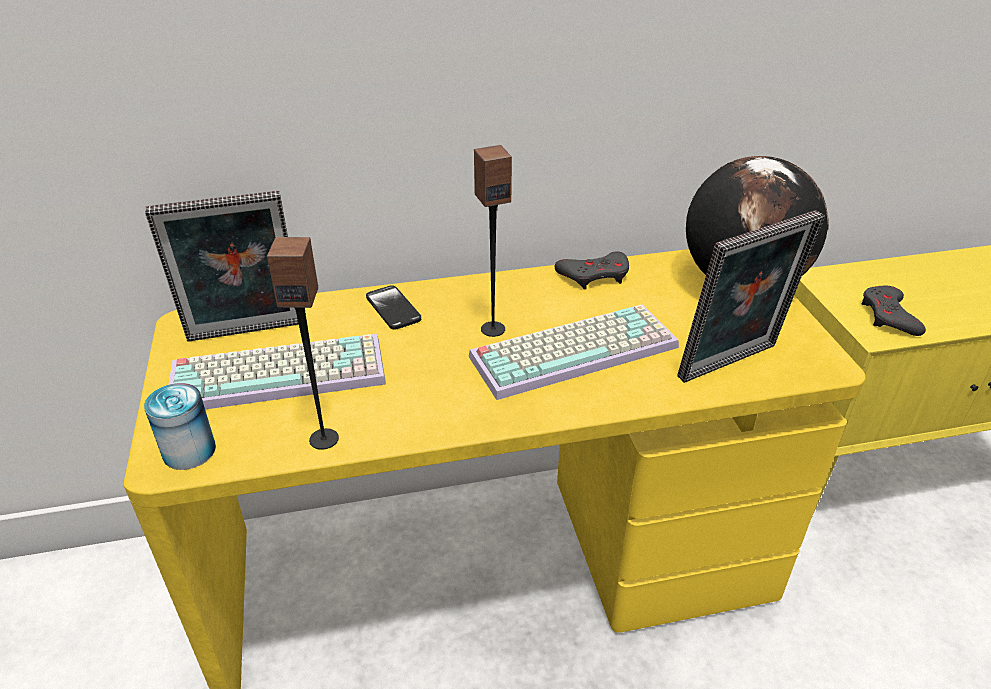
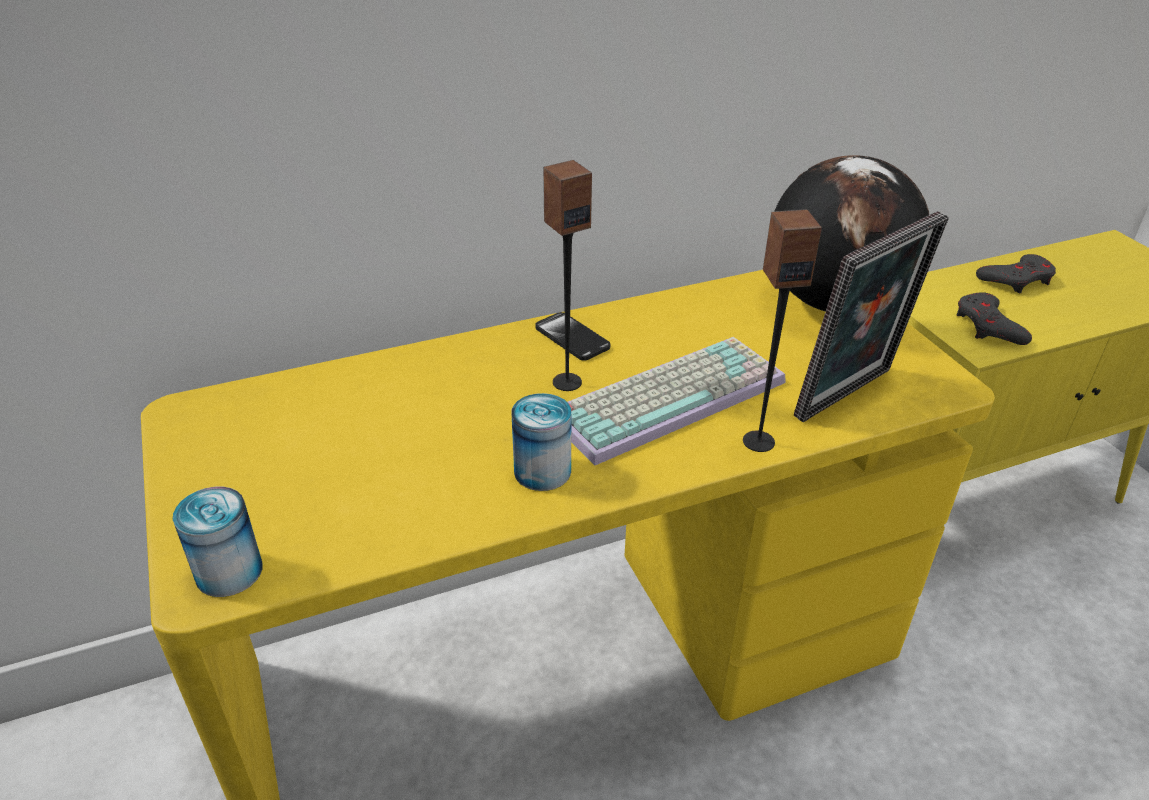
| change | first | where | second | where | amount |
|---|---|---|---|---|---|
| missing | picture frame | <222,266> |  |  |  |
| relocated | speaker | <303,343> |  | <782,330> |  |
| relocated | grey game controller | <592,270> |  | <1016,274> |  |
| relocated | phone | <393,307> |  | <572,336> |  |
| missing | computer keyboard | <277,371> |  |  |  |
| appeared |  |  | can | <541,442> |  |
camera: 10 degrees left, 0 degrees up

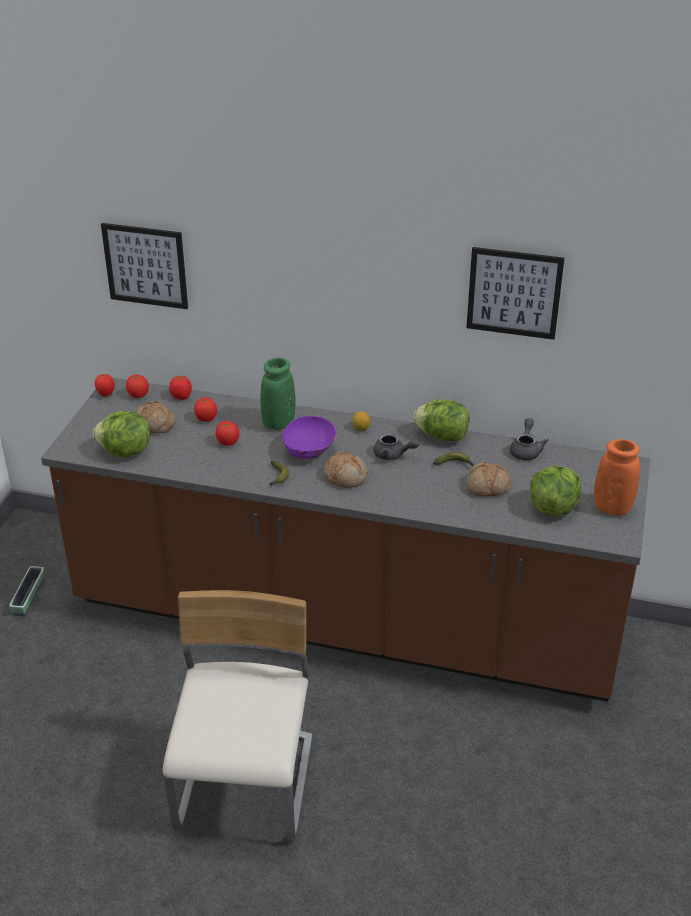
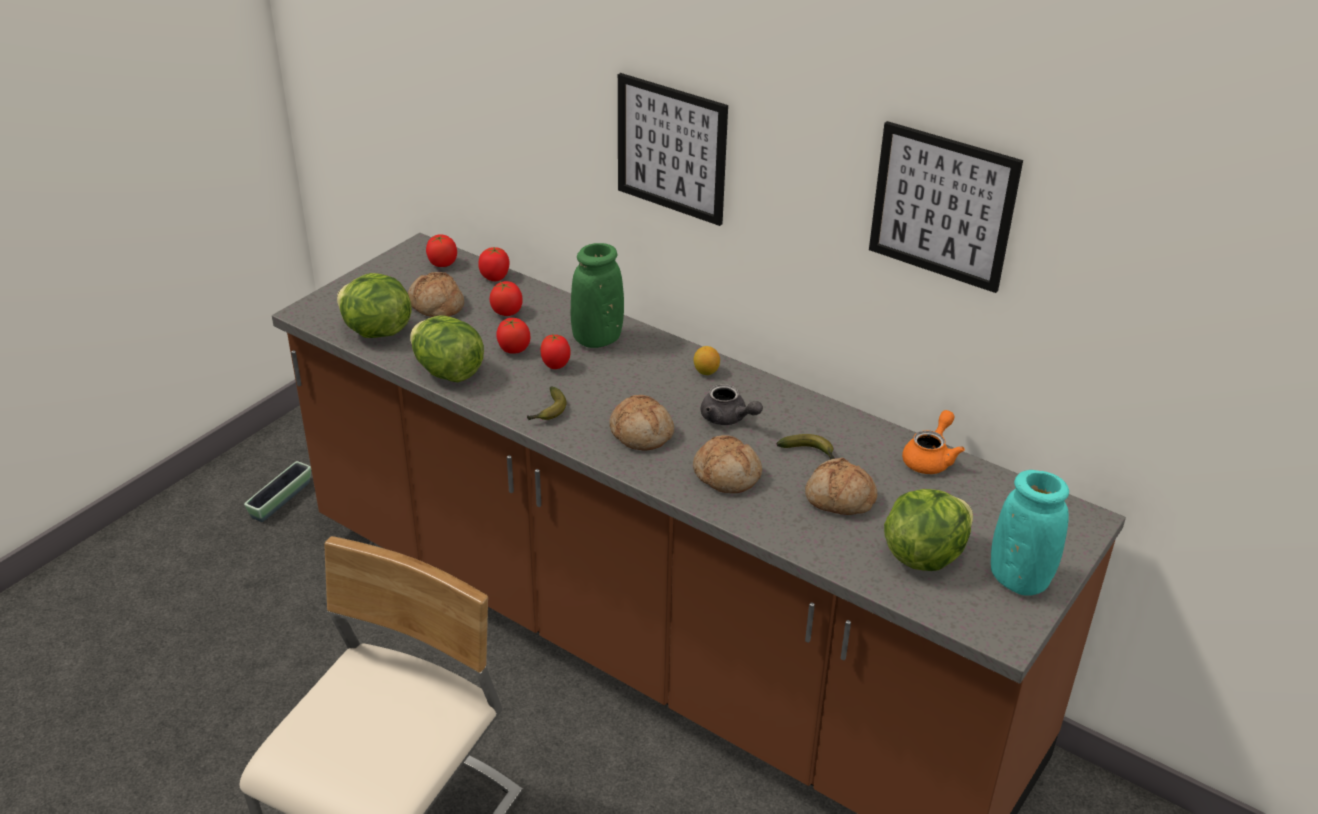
| change | first | where | second | where | amount |
|---|---|---|---|---|---|
| relocated | wall picture | <144,266> |  | <673,149> |  |
| relocated | fresh tomato | <105,385> |  | <556,351> |  |
| relocated | lettuce head | <441,420> |  | <447,348> |  |
| missing | purple-coloured serving bowl | <309,437> |  |  |  |
| colour | grey pot for tea | <529,439> | orange pot for tea | <933,442> |  |
| colour | orange flower vase | <617,477> | blue-green flower vase | <1030,533> |  |
| appeared |  |  | baked bread | <727,464> |  |
camera: 20 degrees right, 0 degrees up

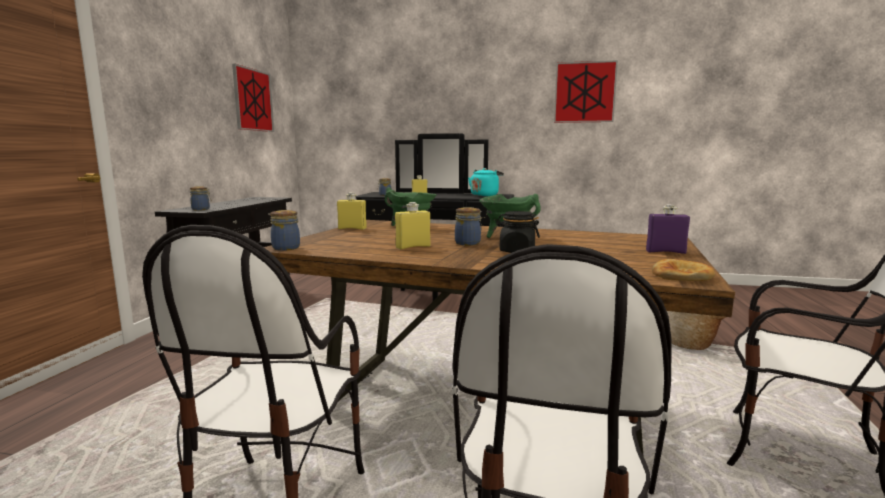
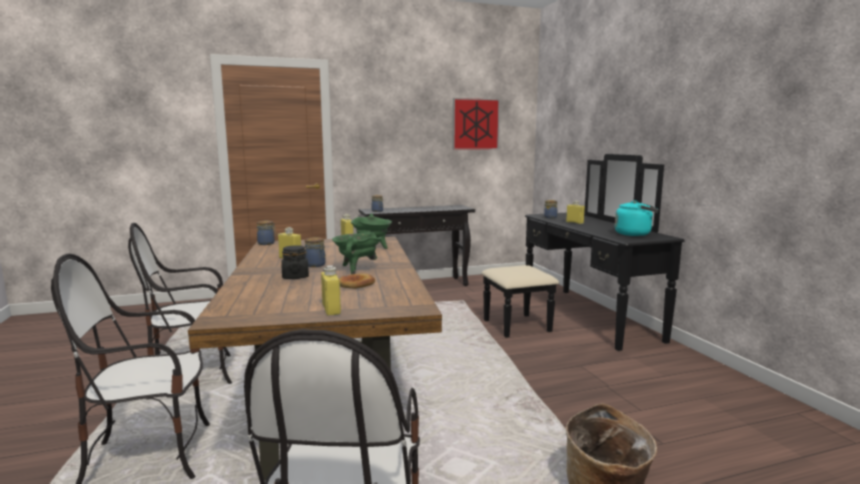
| change | first | where | second | where | amount |
|---|---|---|---|---|---|
| missing | wall picture | <586,91> |  |  |  |
| colour | purple-coloured bottle | <668,229> | yellowish bottle | <331,290> |  |
| relocated | baked bread | <683,270> |  | <357,281> |  |
camera: 60 degrees right, 0 degrees up

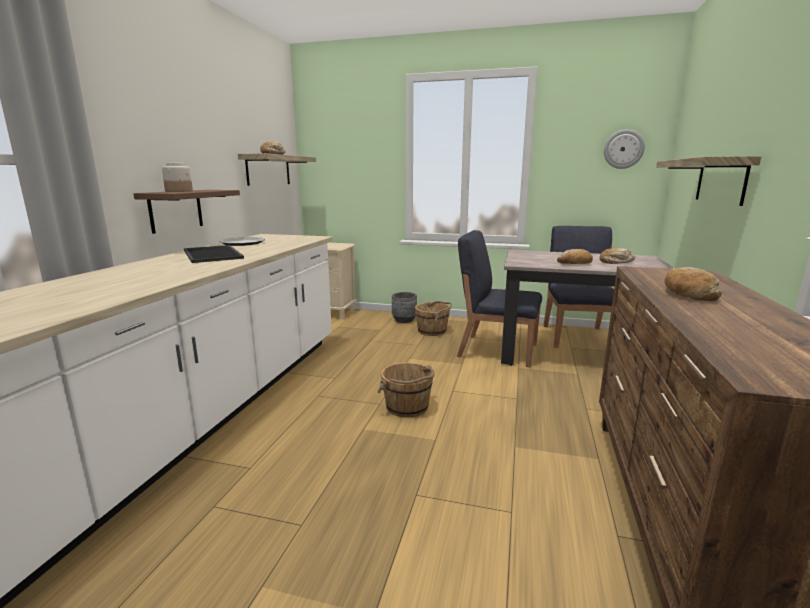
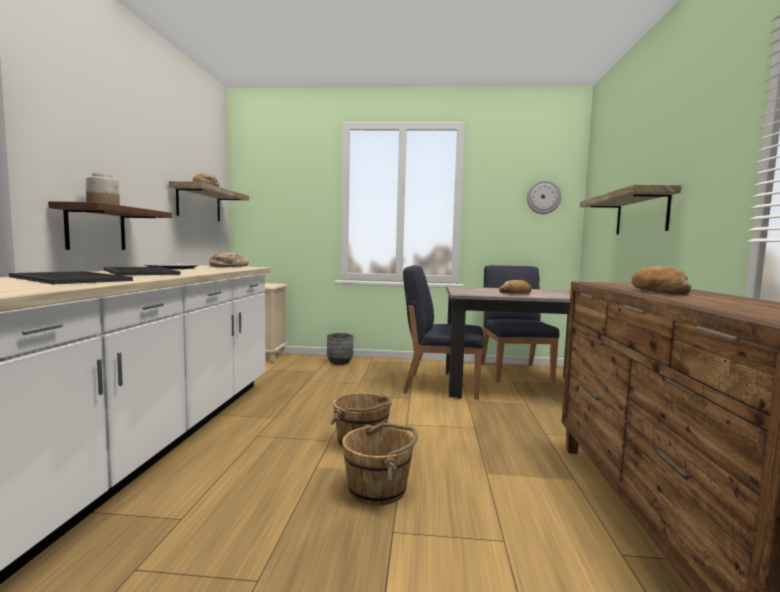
| change | first | where | second | where | amount |
|---|---|---|---|---|---|
| relocated | baked bread | <617,256> |  | <229,259> |  |
| relocated | brown-coloured pail | <433,318> |  | <380,464> |  |
| appeared |  |  | serving tray | <71,277> |  |
camera: 10 degrees left, 10 degrees down

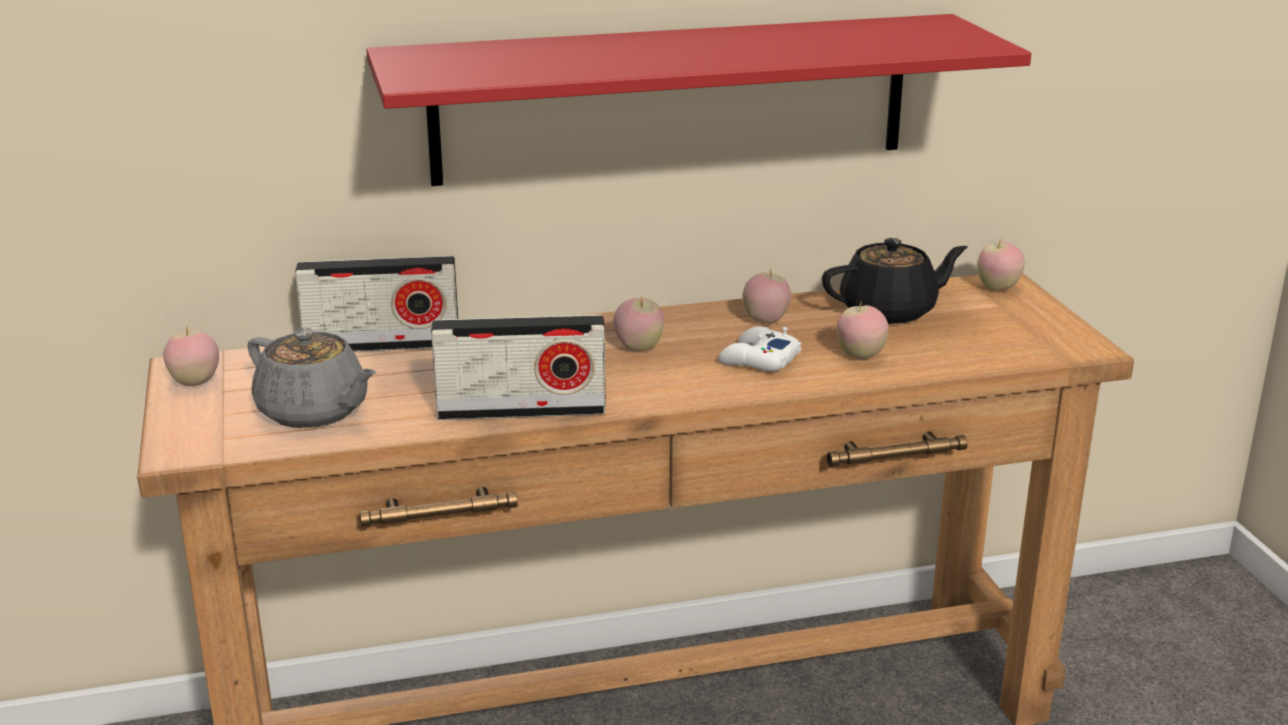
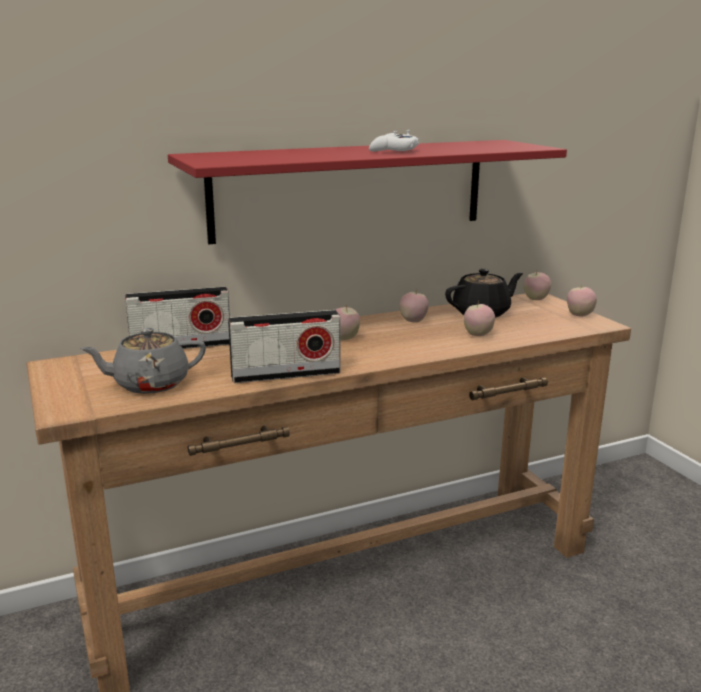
| change | first | where | second | where | amount |
|---|---|---|---|---|---|
| relocated | whitish game controller | <760,348> |  | <394,141> |  |
| relocated | apple | <191,356> |  | <582,300> |  |
| spun | grey pot for tea | <311,378> |  | <143,361> | 135 degrees clockwise |
camera: 10 degrees left, 5 degrees down

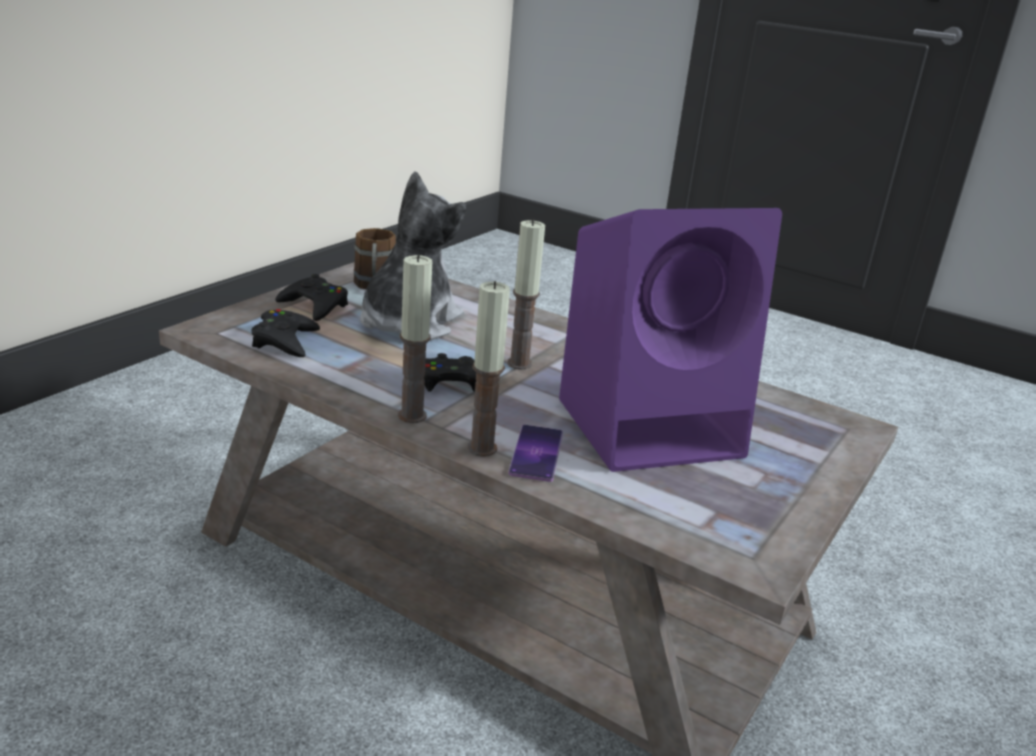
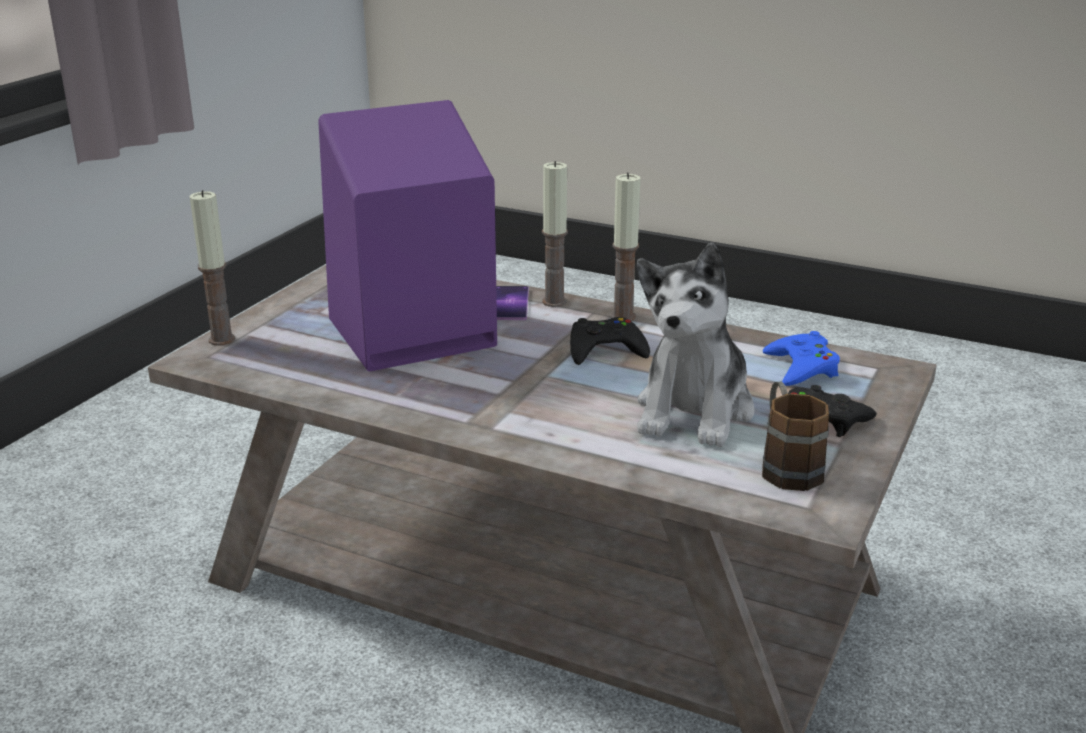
| change | first | where | second | where | amount |
|---|---|---|---|---|---|
| relocated | candle | <526,294> |  | <212,268> |  |
| colour | black game controller | <286,333> | blue-coloured game controller | <801,358> |  |
camera: 175 degrees right, 0 degrees up

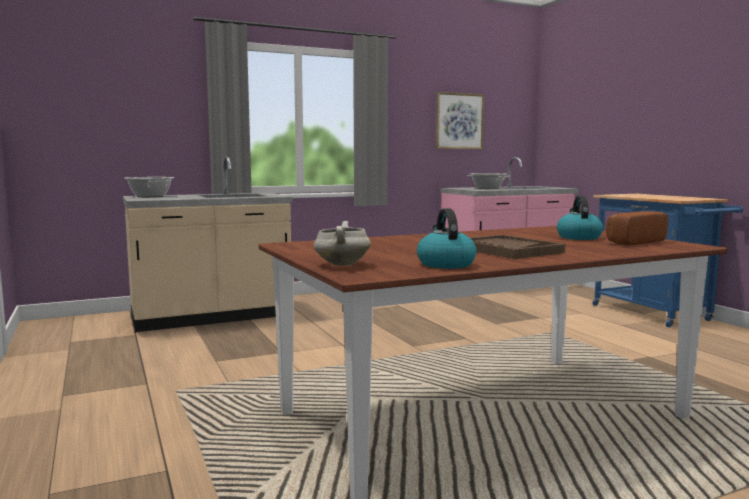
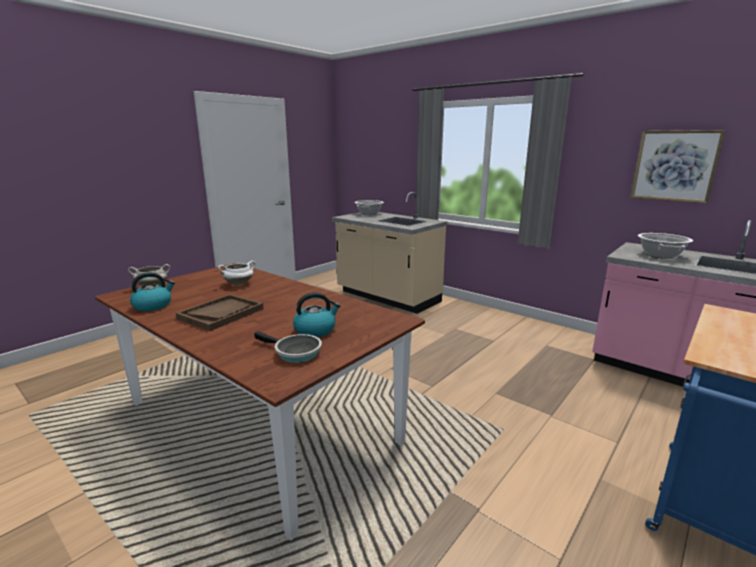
| change | first | where | second | where | amount |
|---|---|---|---|---|---|
| exchanged | baked bread | <637,228> | pan | <288,347> |  |
| appeared |  |  | whitish cooking pot | <236,273> |  |
camera: 65 degrees right, 10 degrees up

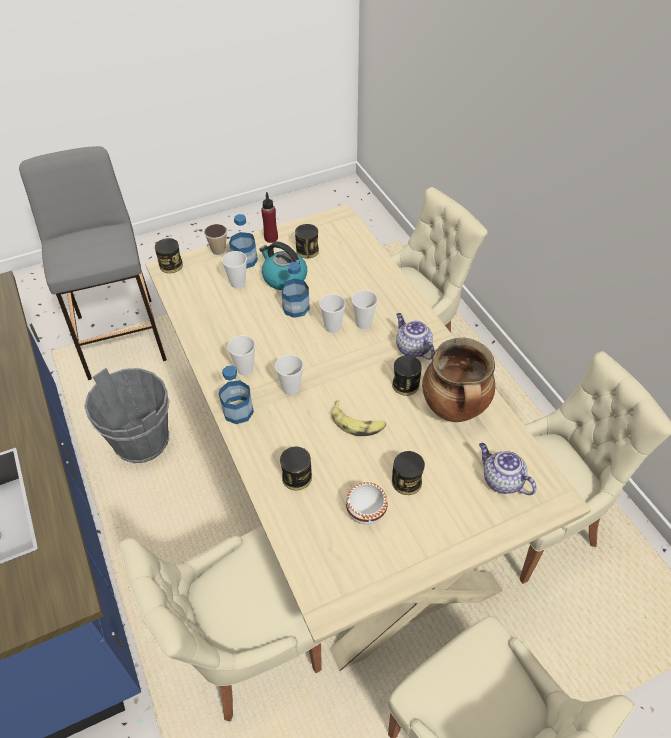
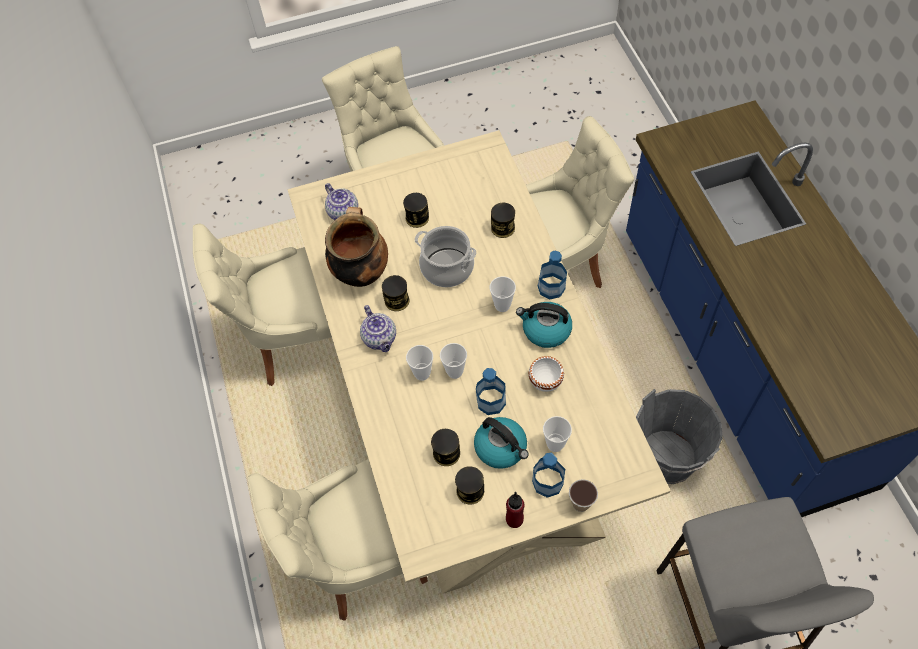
| change | first | where | second | where | amount |
|---|---|---|---|---|---|
| relocated | can | <169,255> |  | <445,447> |  |
| exchanged | cup | <241,355> | kettle | <544,325> |  |
| exchanged | banana fruit | <358,418> | cooking pot | <445,256> |  |
| relocated | whitish serving bowl | <367,503> |  | <546,374> |  |
camera: 170 degrees left, 10 degrees up

